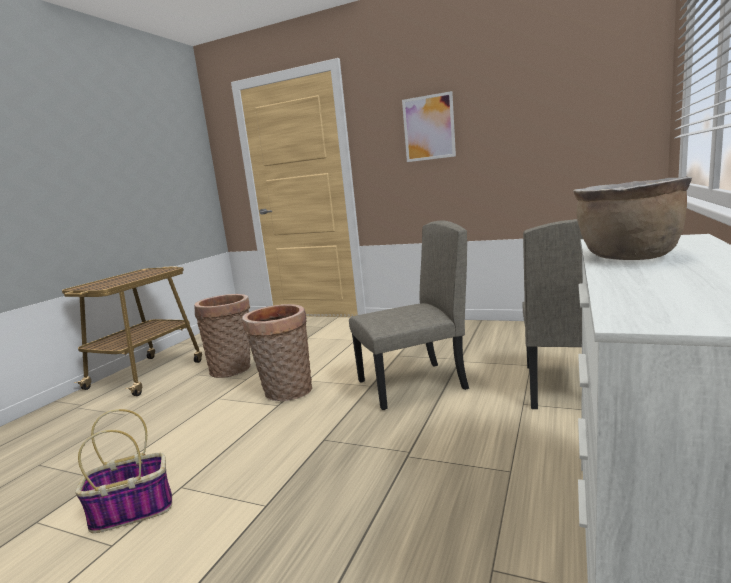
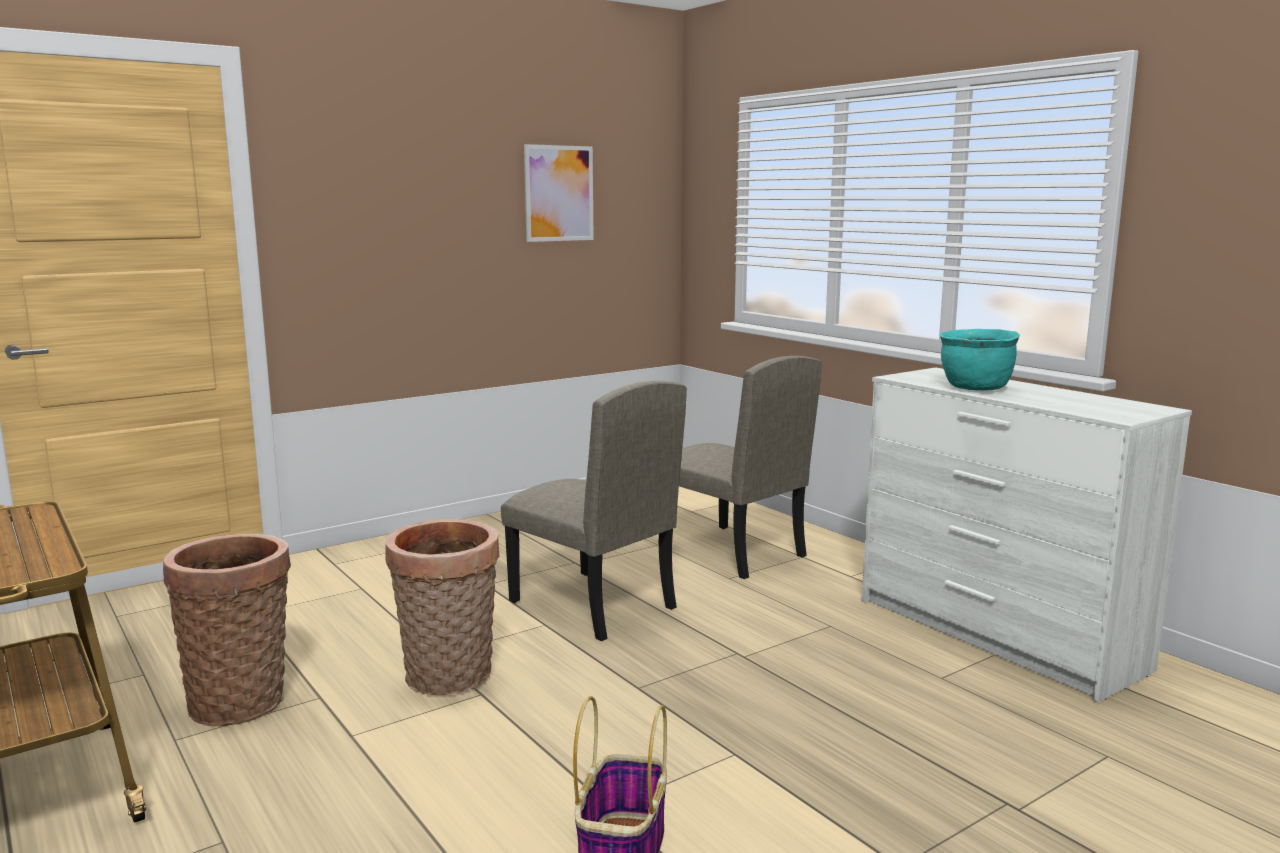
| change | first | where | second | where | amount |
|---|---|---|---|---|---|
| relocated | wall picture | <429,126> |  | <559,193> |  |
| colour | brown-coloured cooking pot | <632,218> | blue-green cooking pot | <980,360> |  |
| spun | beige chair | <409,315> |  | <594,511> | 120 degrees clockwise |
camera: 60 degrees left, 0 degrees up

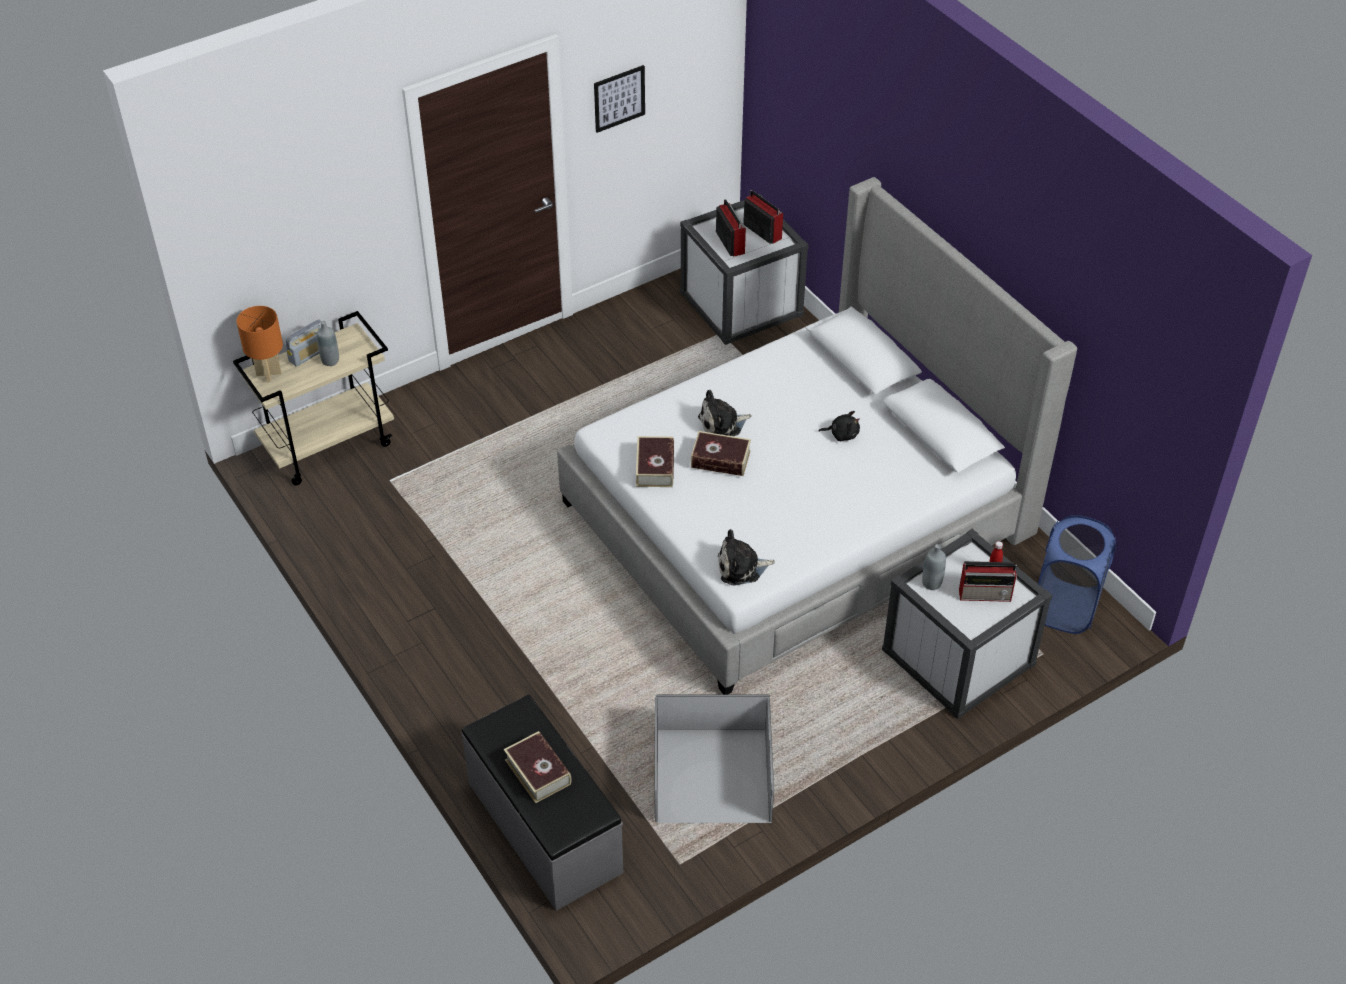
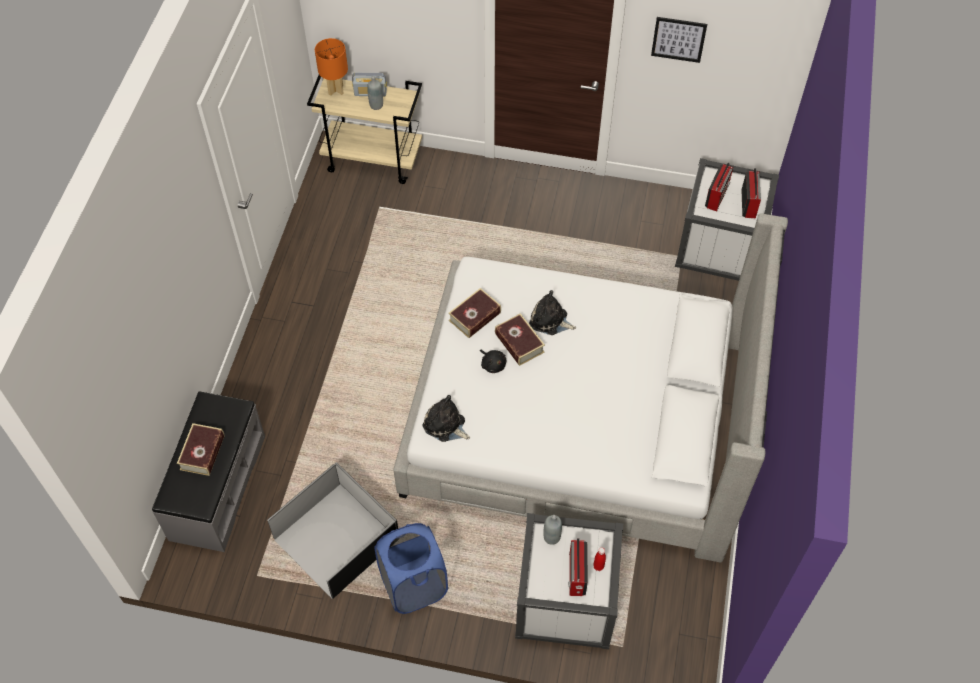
| change | first | where | second | where | amount |
|---|---|---|---|---|---|
| relocated | black plush toy | <839,426> |  | <493,361> |  |
| relocated | blue-coloured laundry basket | <1077,574> |  | <411,568> |  |
| spun | radio | <988,581> |  | <578,567> | 45 degrees clockwise |
camera: 45 degrees right, 10 degrees up

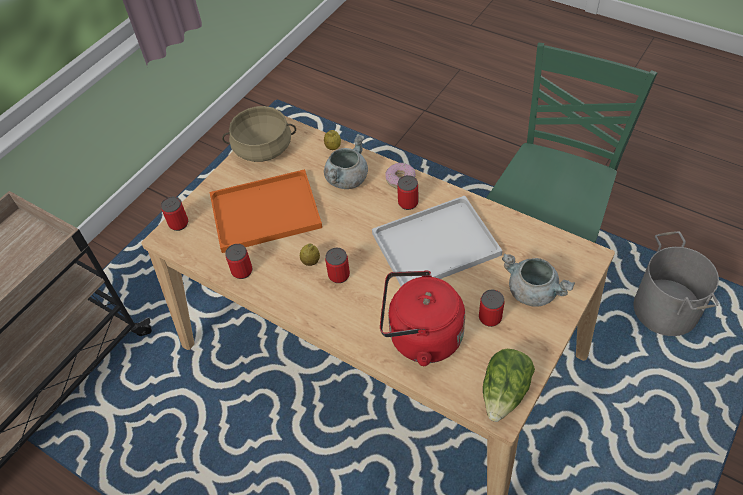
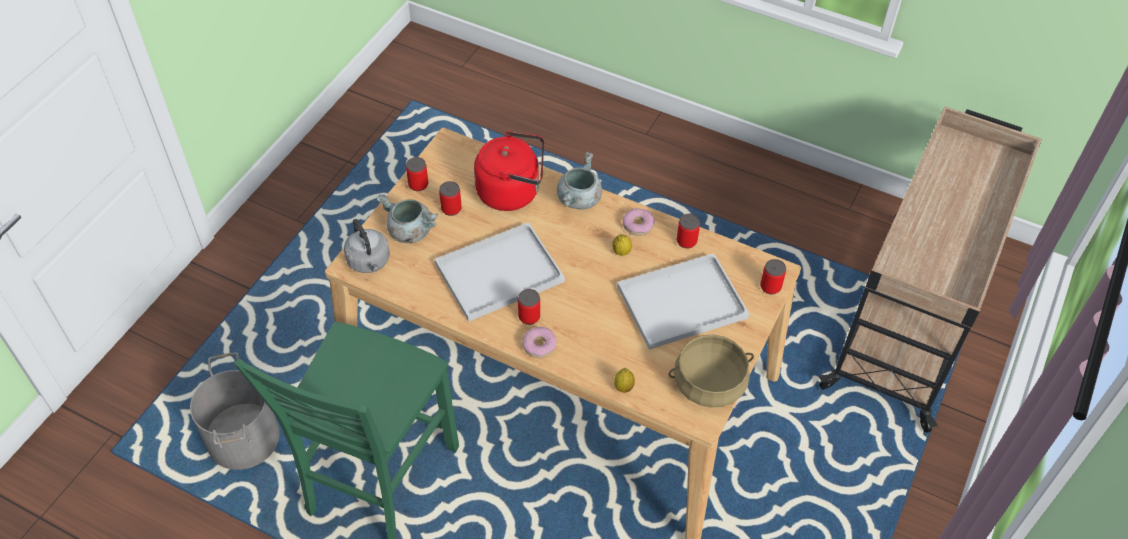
| change | first | where | second | where | amount |
|---|---|---|---|---|---|
| relocated | grey cooking pot | <346,161> |  | <579,181> |  |
| colour | orange serving tray | <266,211> | whitish serving tray | <683,301> |  |
| relocated | can | <337,265> |  | <417,174> |  |
| missing | lettuce head | <509,385> |  |  |  |
| appeared |  |  | donut | <638,222> |  |
| appeared |  |  | grey kettle | <367,246> |  |
camera: 170 degrees right, 0 degrees up

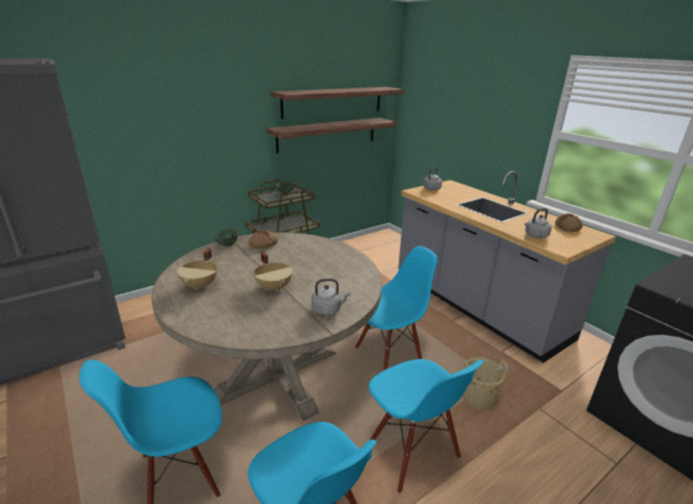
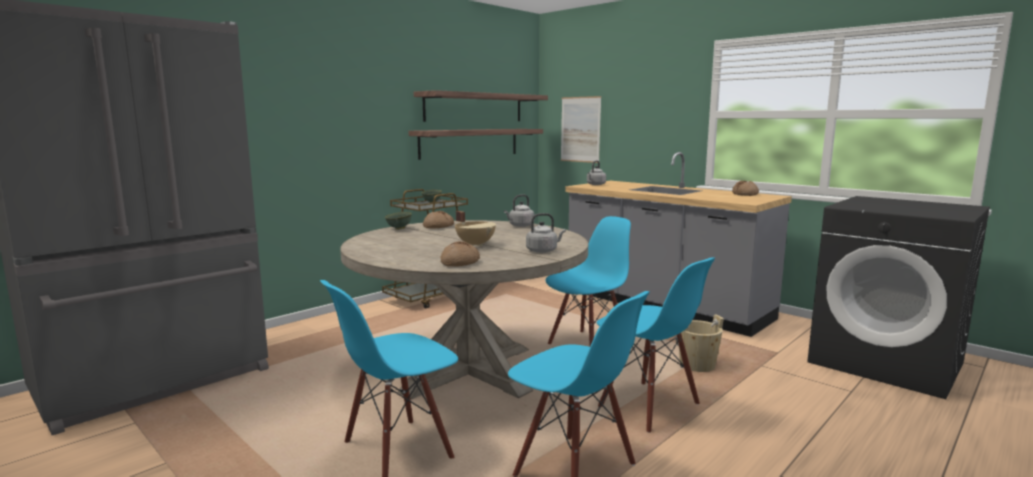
| change | first | where | second | where | amount |
|---|---|---|---|---|---|
| relocated | grey kettle | <538,223> |  | <519,210> |  |
| missing | beige cooking pot | <197,269> |  |  |  |
| appeared |  |  | wall picture | <581,129> |  |
| appeared |  |  | baked bread | <460,254> |  |
camera: 10 degrees left, 15 degrees down

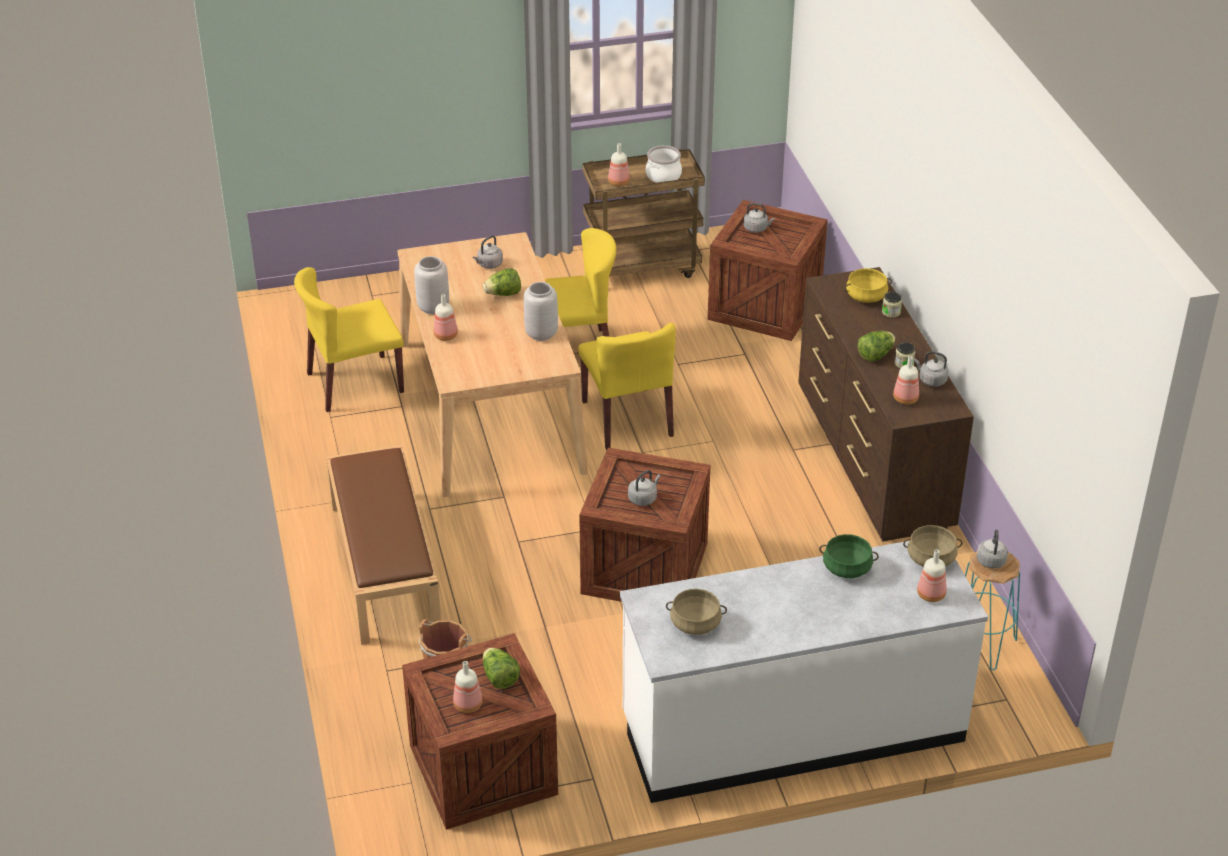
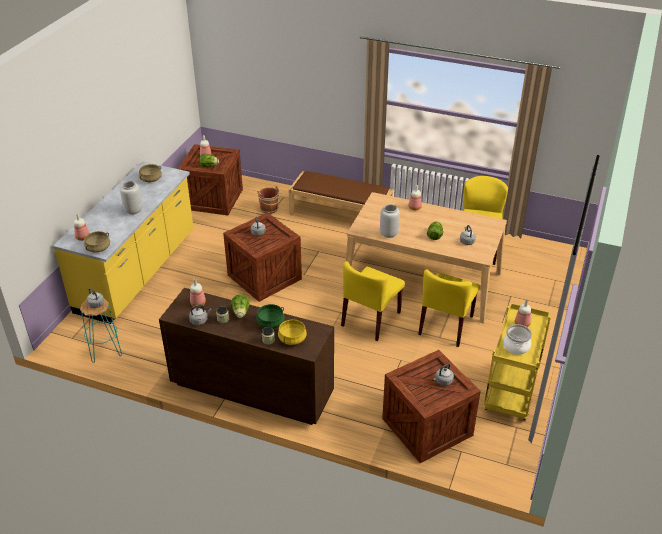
| change | first | where | second | where | amount |
|---|---|---|---|---|---|
| colour | brown-coloured wheeled cart | <644,216> | yellowish wheeled cart | <517,362> |  |
| relocated | grey flower vase | <431,285> |  | <131,198> |  |
| spun | yellowish chair | <627,386> |  | <373,301> | 75 degrees counterclockwise |
| relocated | greenish cooking pot | <849,556> |  | <270,316> |  |
| colour | whitish counter | <804,672> | yellowish counter | <123,243> |  |
camera: 125 degrees right, 0 degrees up

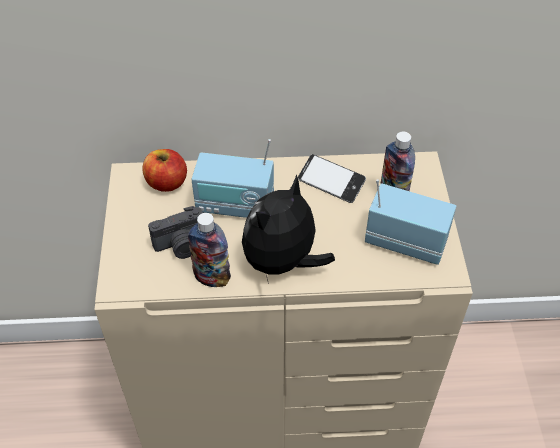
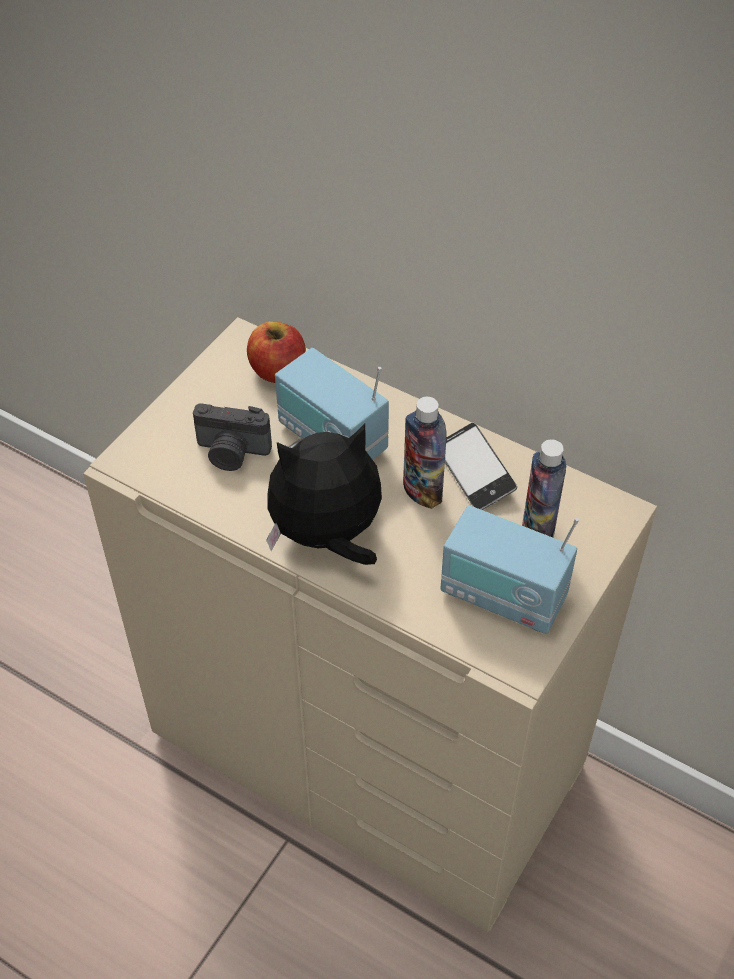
| change | first | where | second | where | amount |
|---|---|---|---|---|---|
| spun | radio | <410,222> |  | <510,569> | 150 degrees clockwise |
| relocated | bottle | <209,250> |  | <425,453> |  |
camera: 35 degrees right, 0 degrees up

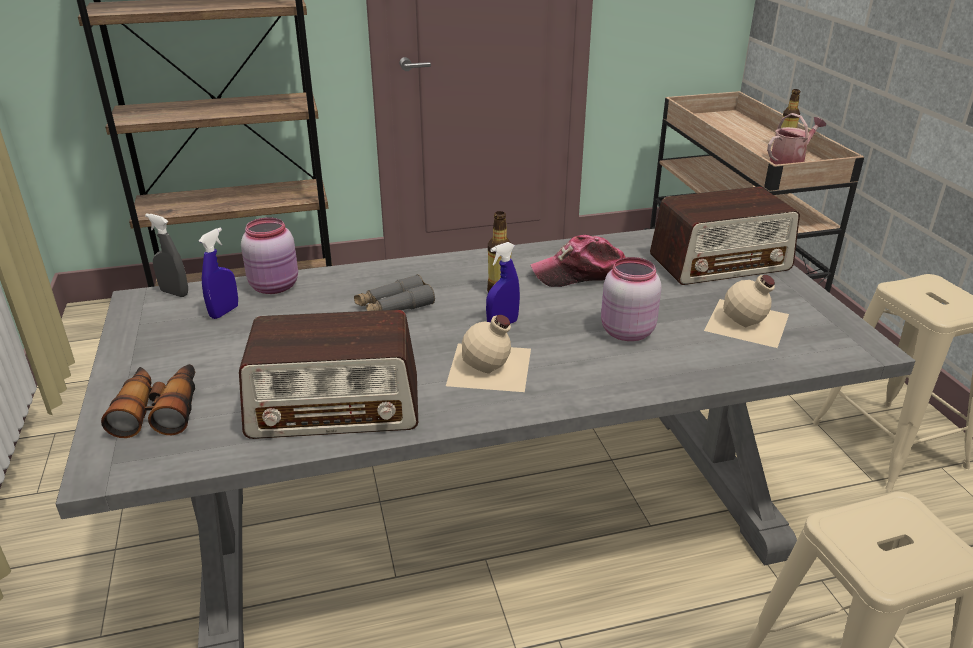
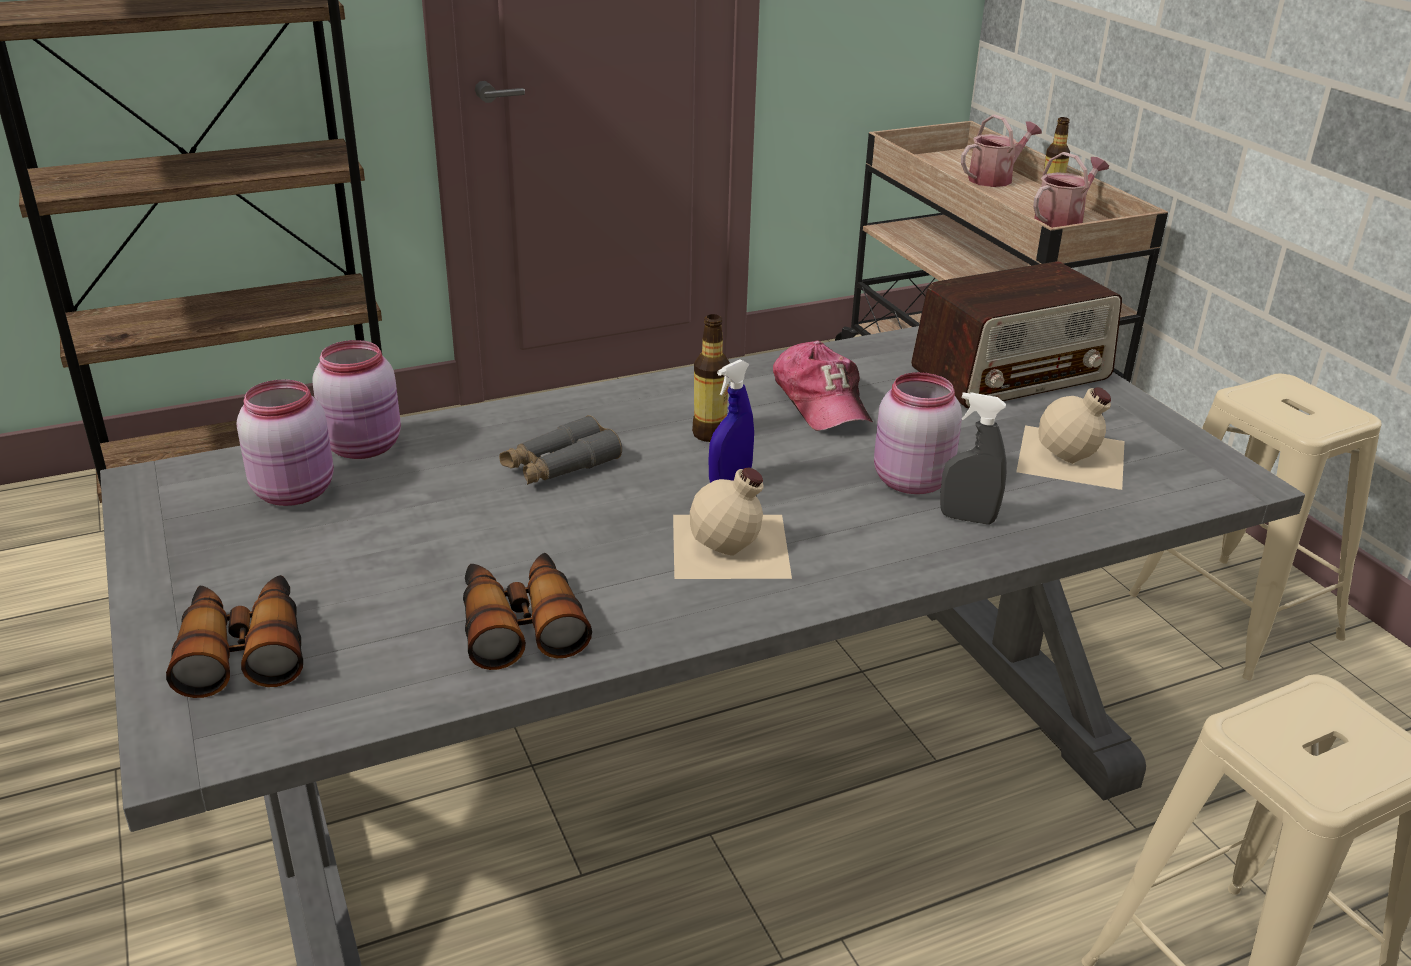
| change | first | where | second | where | amount |
|---|---|---|---|---|---|
| relocated | grey hand sprayer | <166,255> |  | <973,458> |  |
| exchanged | blue-coloured hand sprayer | <218,273> | pinkish jar | <285,442> |  |
| spun | baseball cap | <578,261> |  | <823,385> | 90 degrees counterclockwise |
| exchanged | radio | <328,374> | binoculars | <527,611> |  |
| appeared |  |  | sprinkling can | <1001,150> |  |
camera: 10 degrees left, 0 degrees up

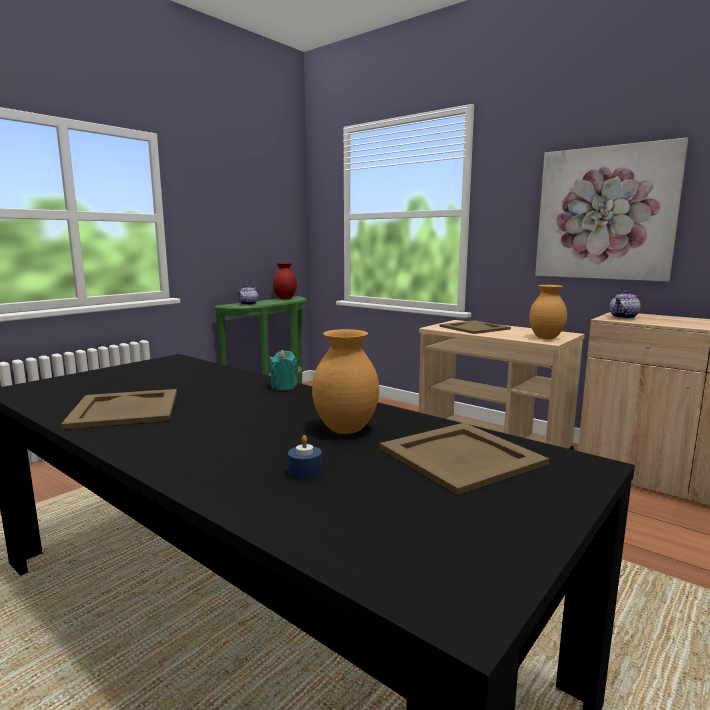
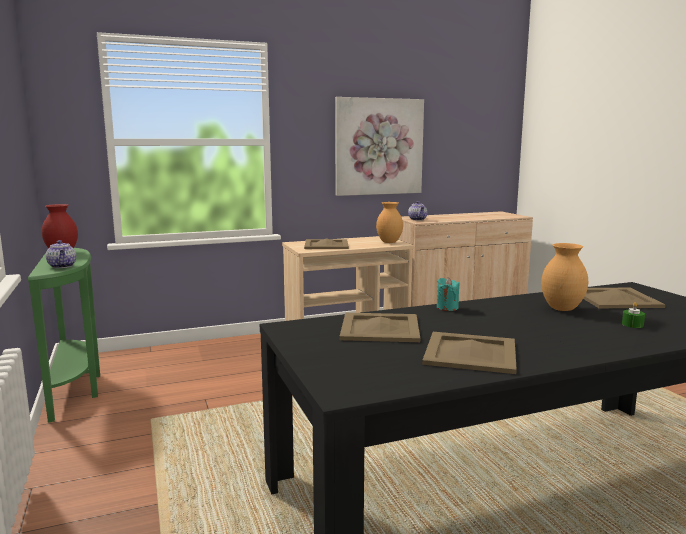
| change | first | where | second | where | amount |
|---|---|---|---|---|---|
| colour | blue-coloured candle | <305,457> | greenish candle | <633,315> |  |
| appeared |  |  | beige serving tray | <380,327> |  |
camera: 60 degrees left, 0 degrees up

